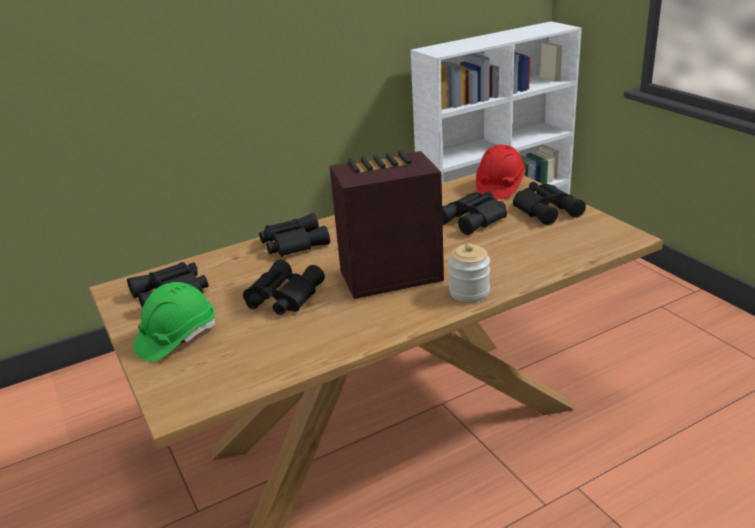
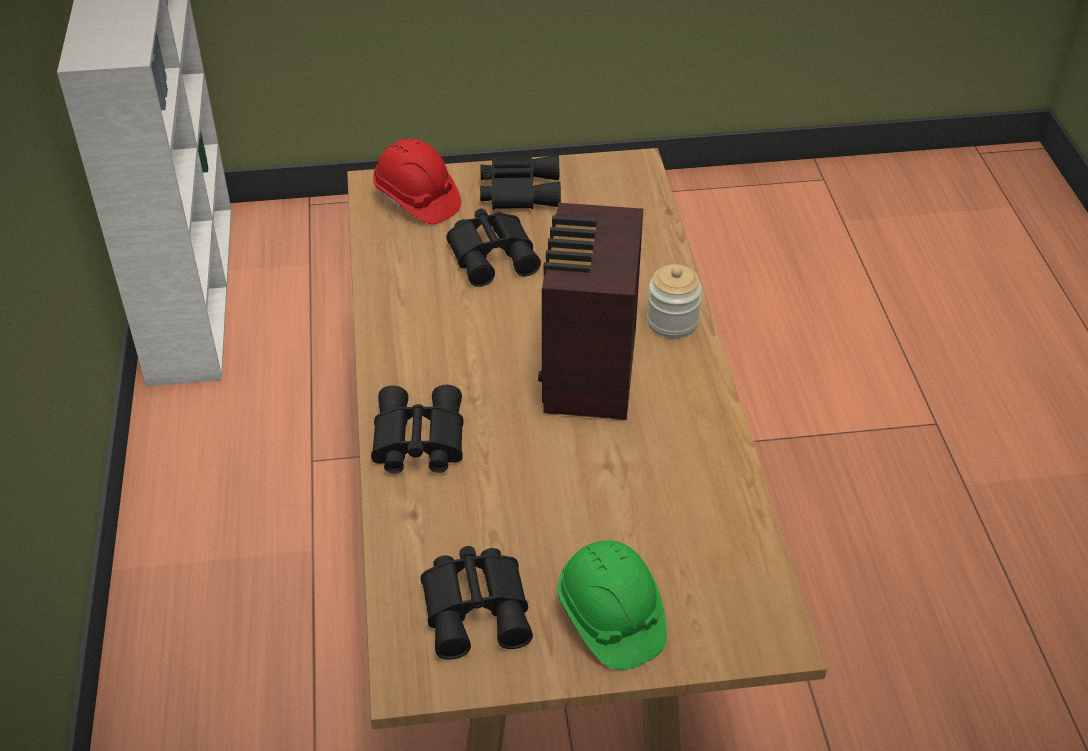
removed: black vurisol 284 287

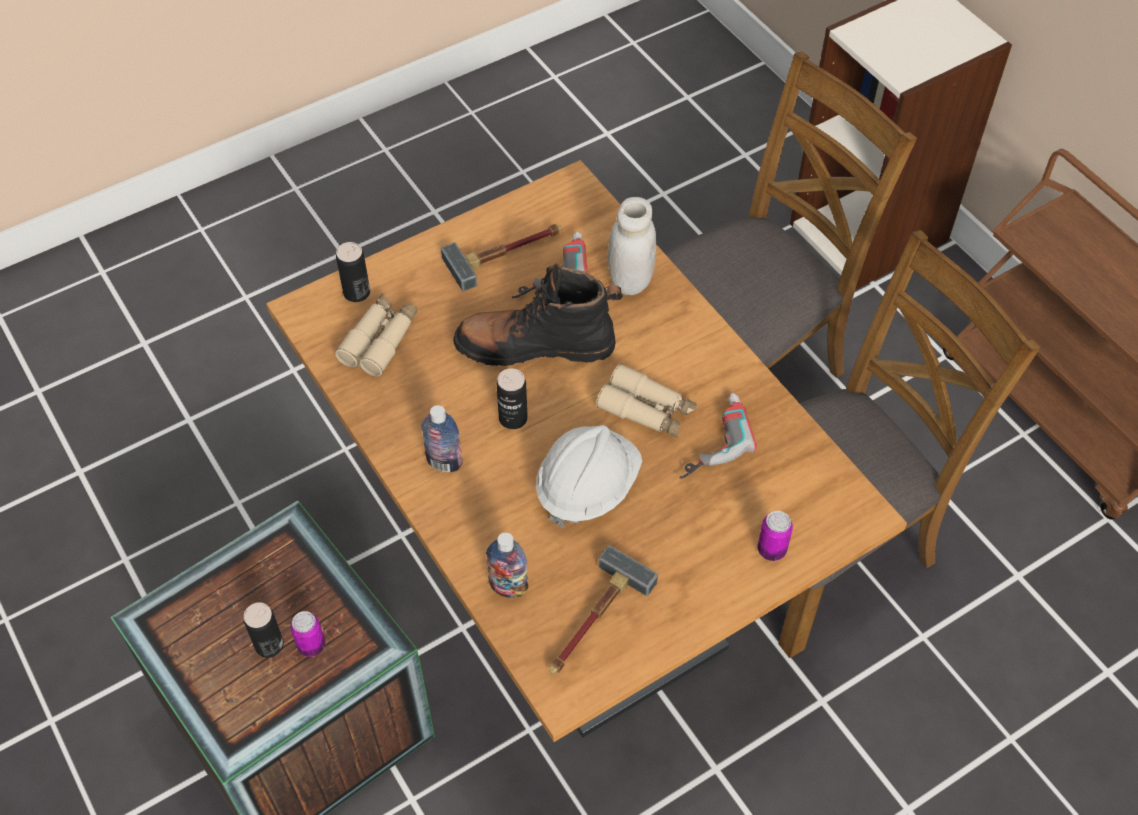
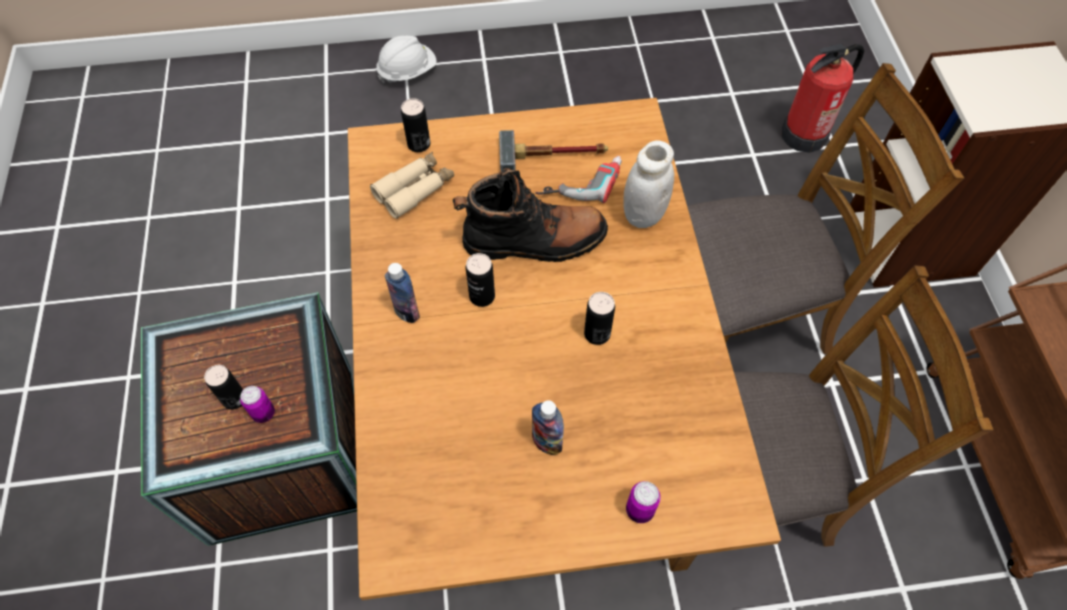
removed: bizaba 604 609; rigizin 718 435
added: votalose 823 98
moved: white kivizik 589 477 to 406 59; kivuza 507 565 to 548 427
replaced: beige vurisol 646 401 to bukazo 599 318
turned: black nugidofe 538 314 = 530 215 150 degrees clockwise

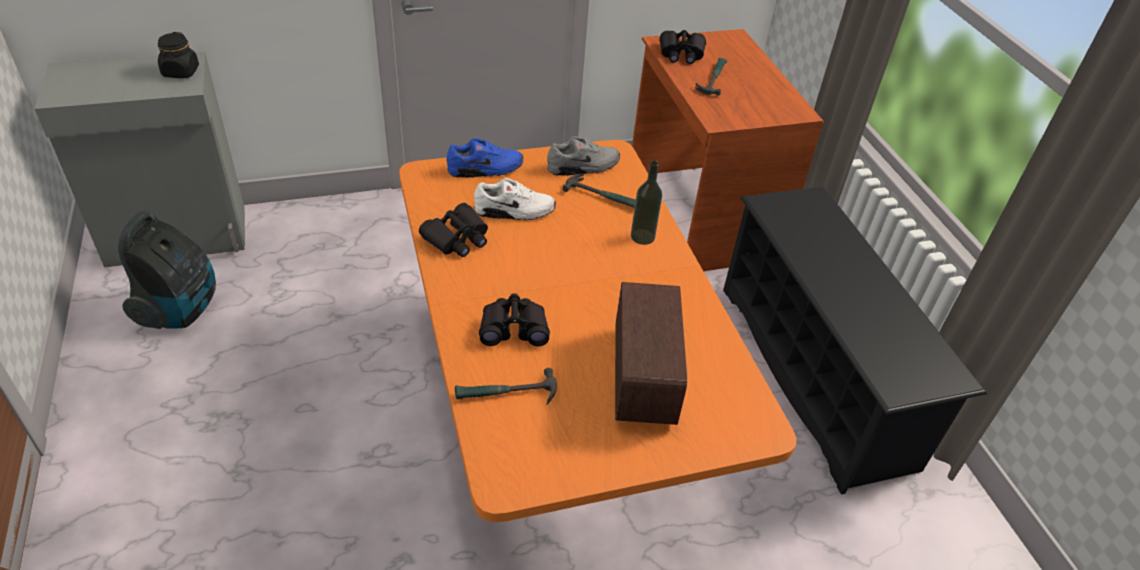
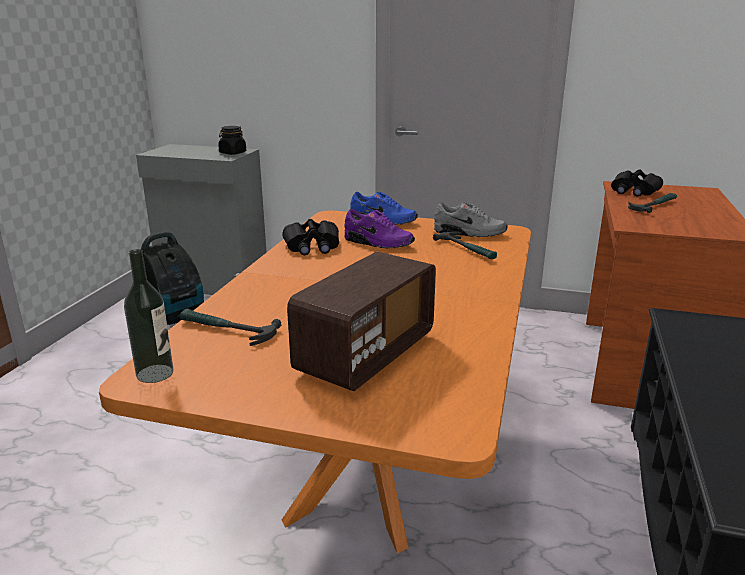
removed: black vurisol 514 319
moved: kivuza 646 203 to 148 316
recoloured: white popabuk 515 199 to purple popabuk 379 228

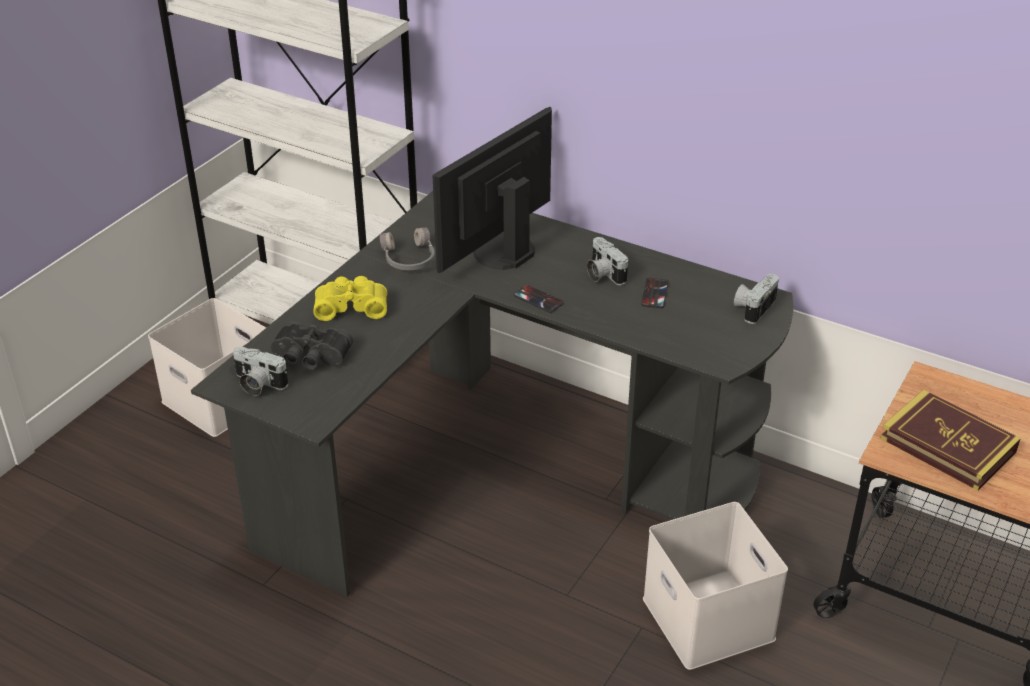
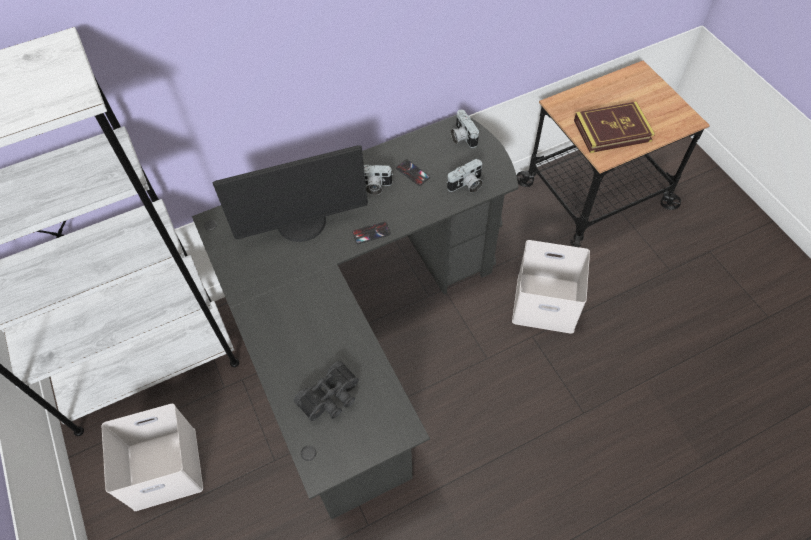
removed: yellow vurisol 350 298; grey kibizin 407 249
moved: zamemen 260 371 to 465 176
turned: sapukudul 492 190 = 290 193 90 degrees counterclockwise

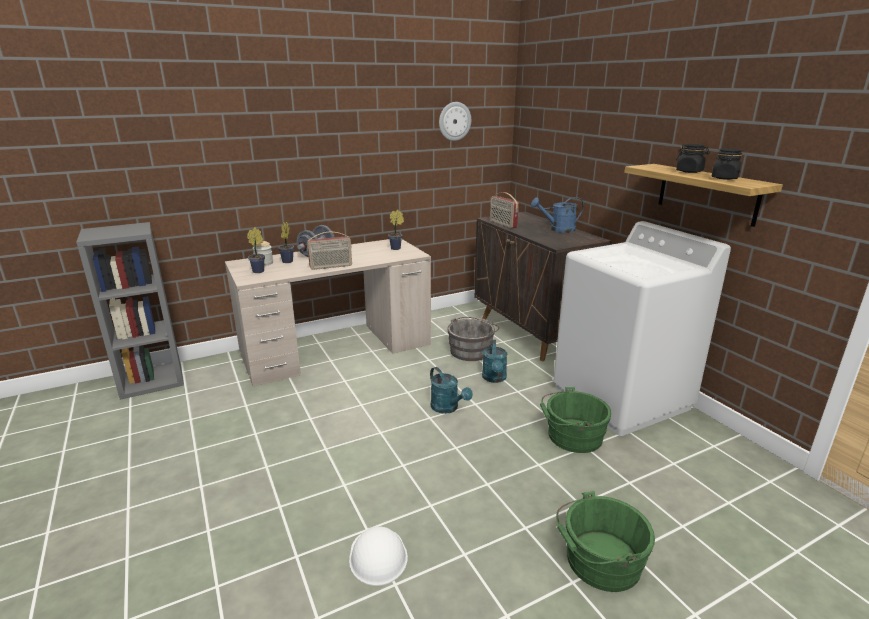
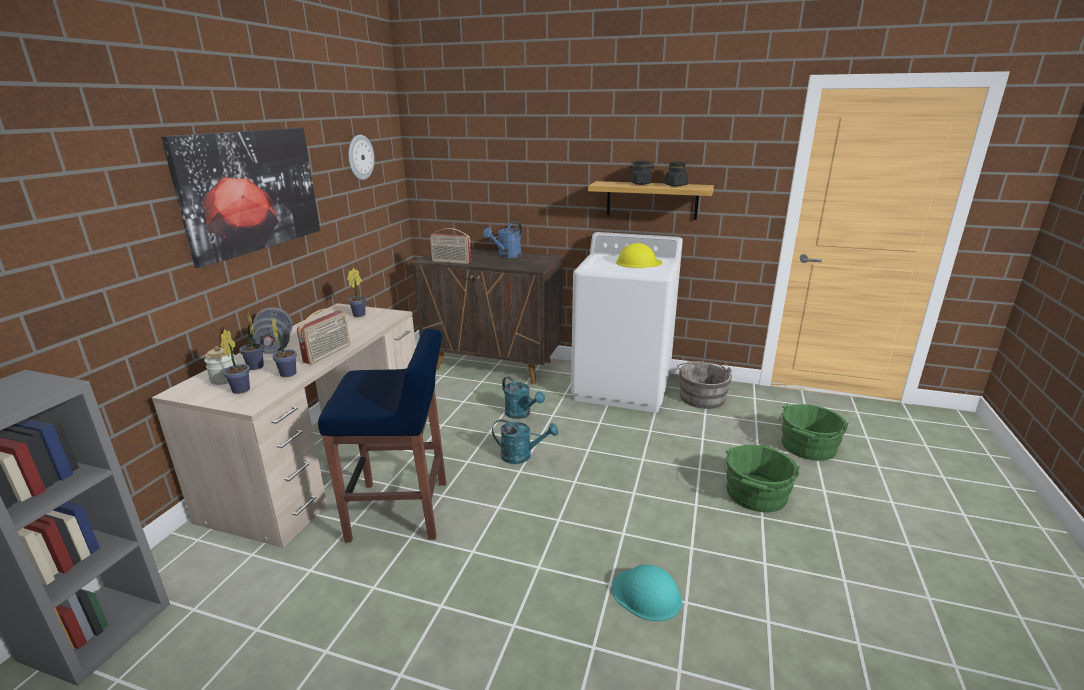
added: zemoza 240 198; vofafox 284 347; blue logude 382 435; yellow kivizik 639 255
moved: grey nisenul 473 339 to 704 385; green nisenul 575 420 to 813 432
recoloured: white kivizik 378 556 to turquoise kivizik 647 592

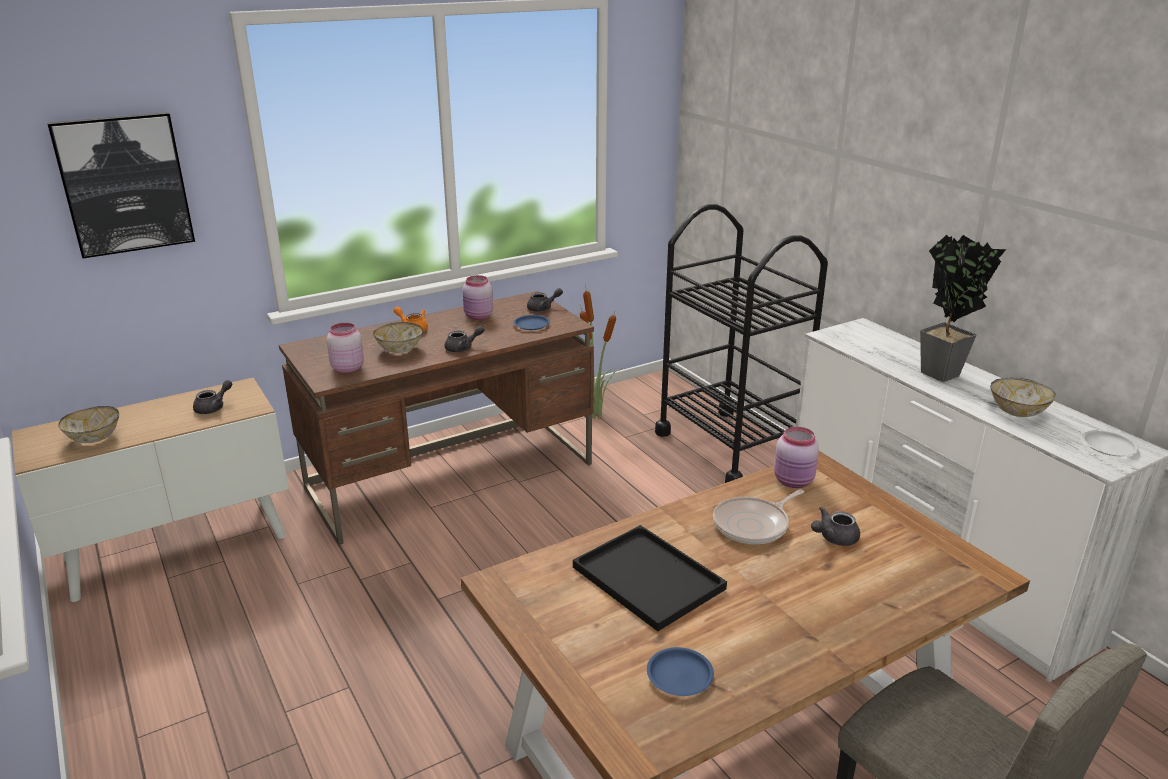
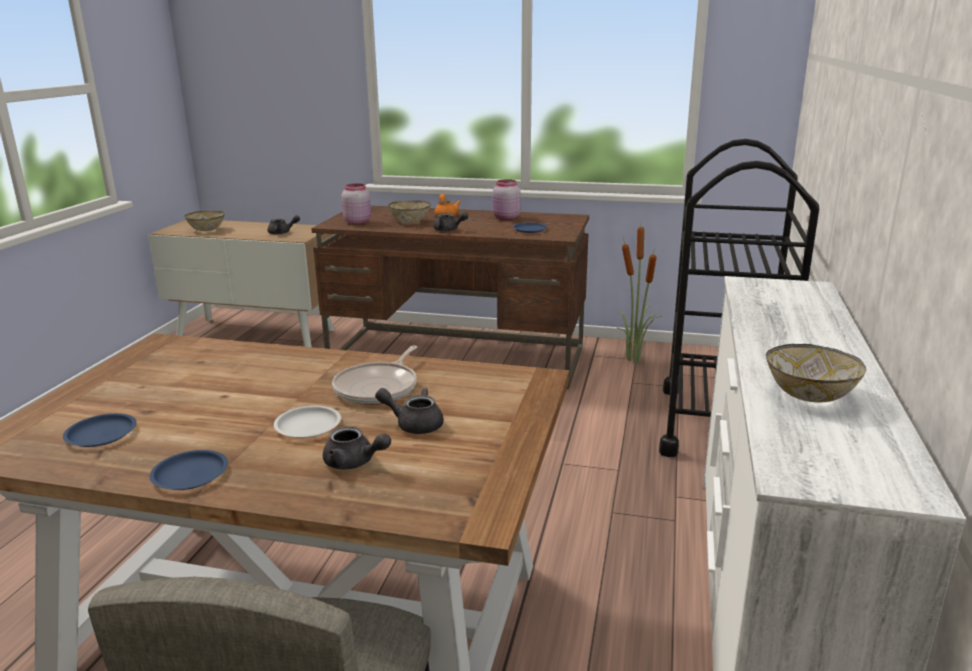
removed: zemoza 121 185; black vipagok 650 578; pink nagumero 796 457; vofafox 963 308
added: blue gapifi 188 470
moved: white gapifi 1110 443 to 307 422; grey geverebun 545 300 to 357 447
turned: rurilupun 758 517 = 374 375 75 degrees counterclockwise

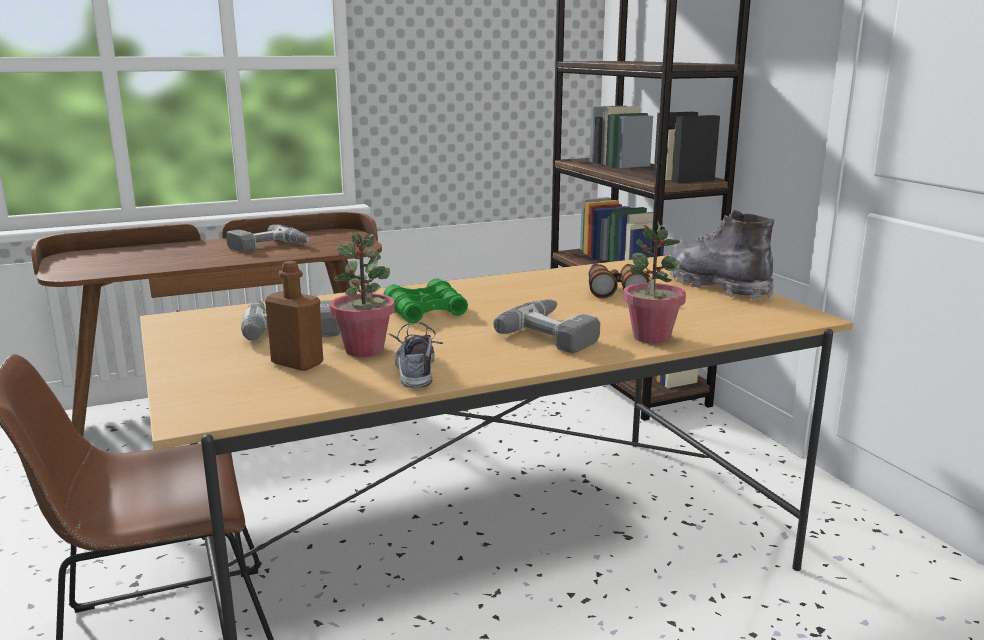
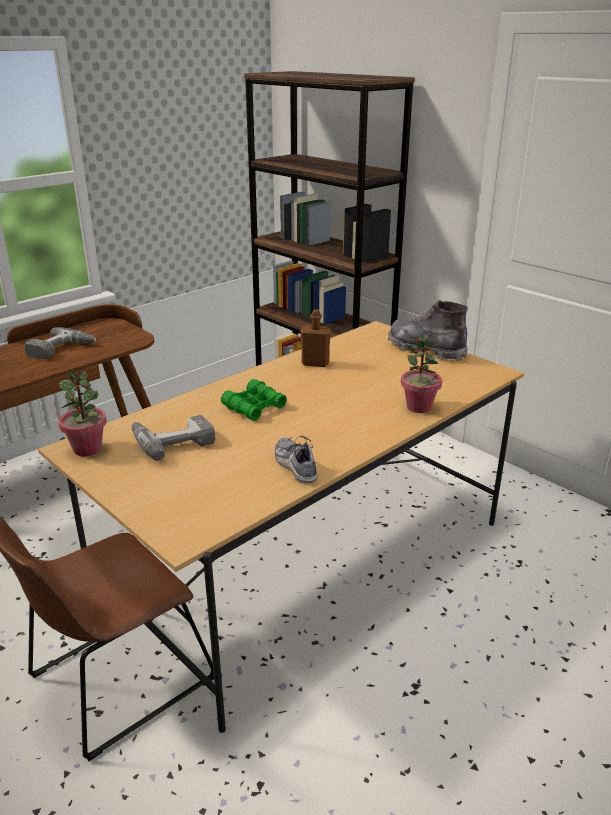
removed: rigizin 546 326; vurisol 619 281
moved: vofafox 362 295 to 82 413; brown kivuza 294 316 to 315 338

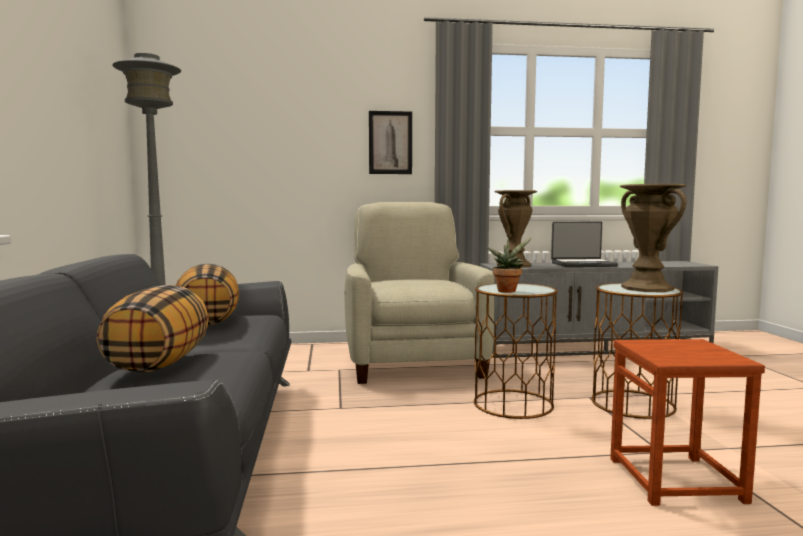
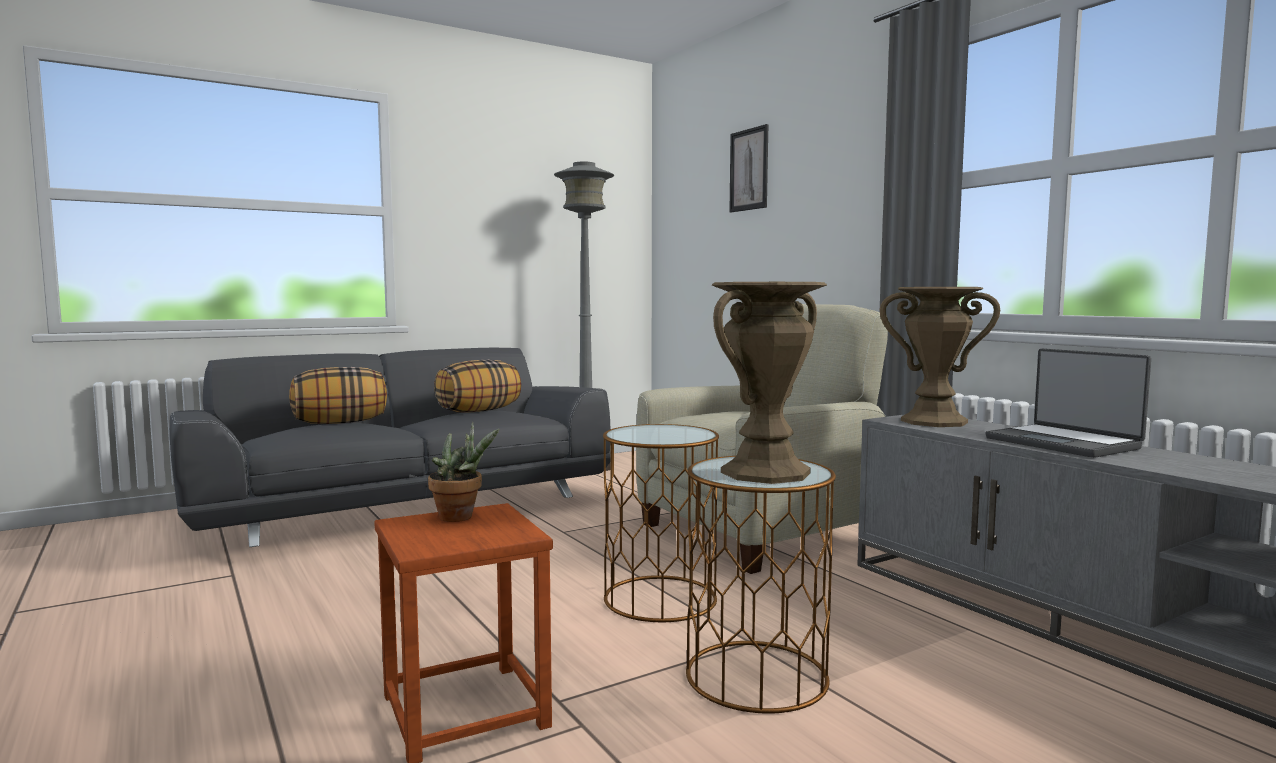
moved: vofafox 509 265 to 464 472; zemoza 390 142 to 748 168

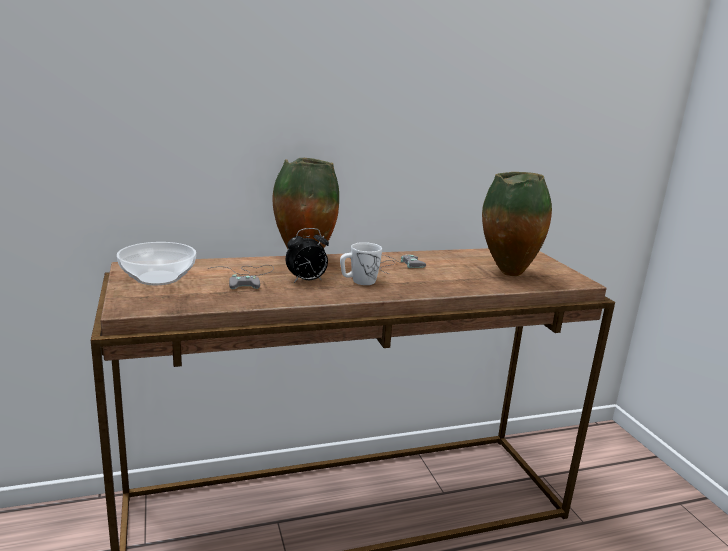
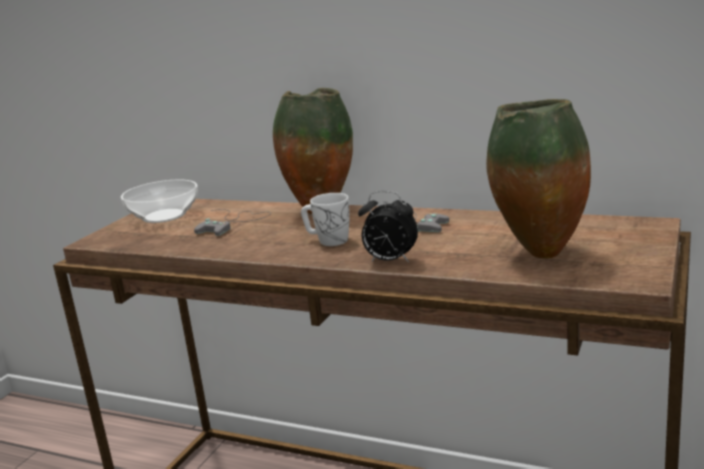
moved: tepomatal 307 255 to 388 227

